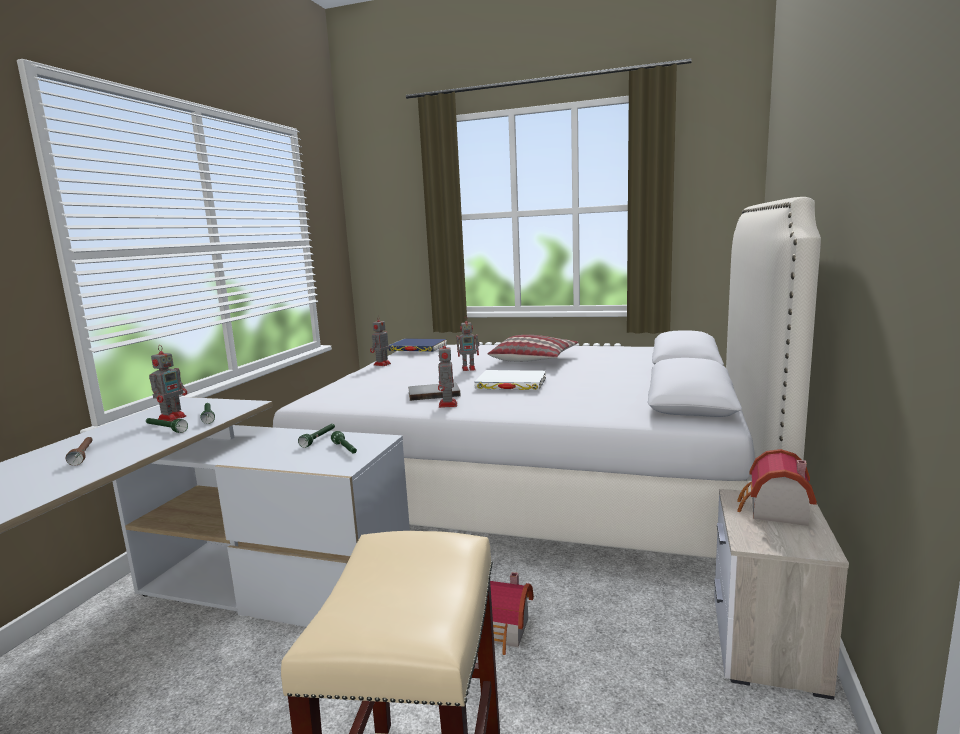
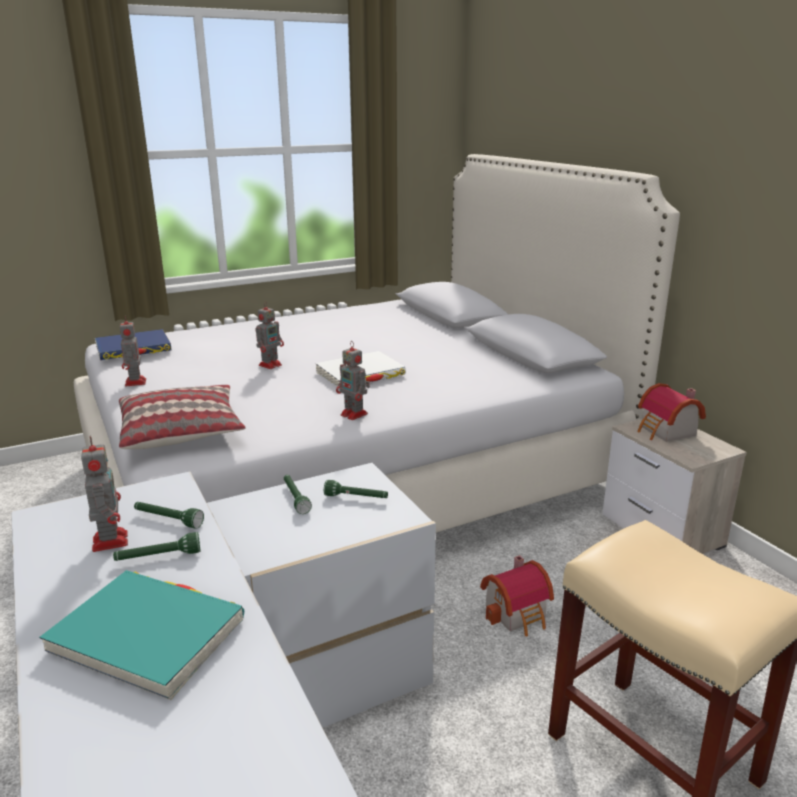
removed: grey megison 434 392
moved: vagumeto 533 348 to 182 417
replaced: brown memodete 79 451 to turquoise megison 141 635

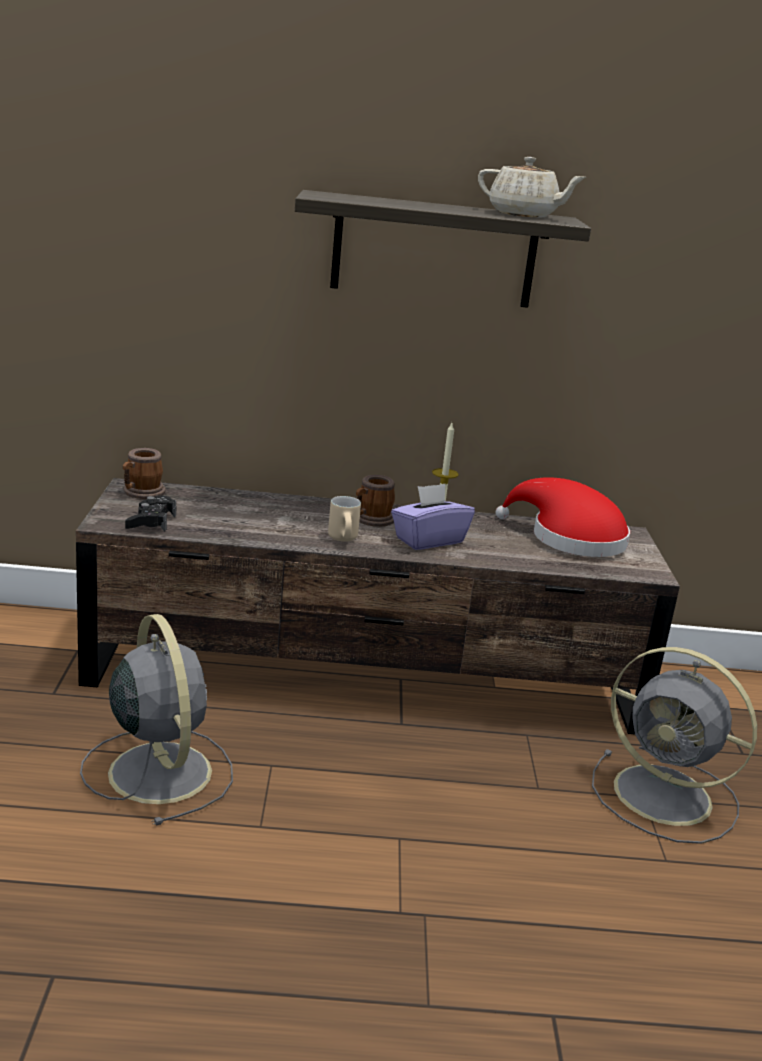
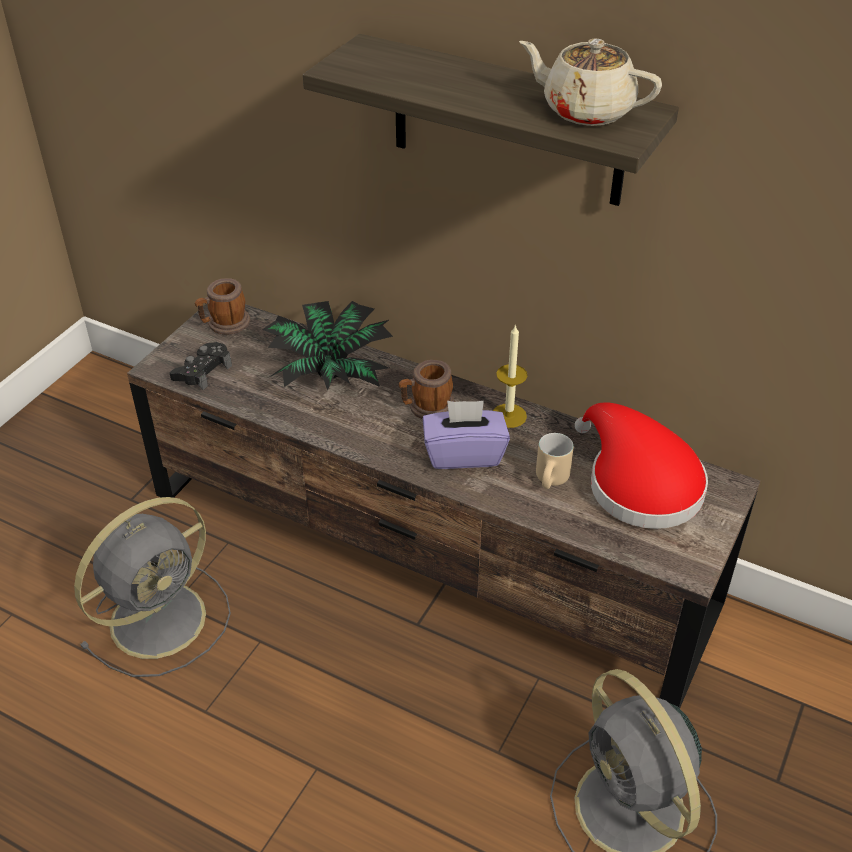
added: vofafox 327 345
moved: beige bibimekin 344 518 to 554 461
turned: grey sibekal 156 720 = 152 587 45 degrees clockwise; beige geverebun 532 187 = 590 82 150 degrees clockwise

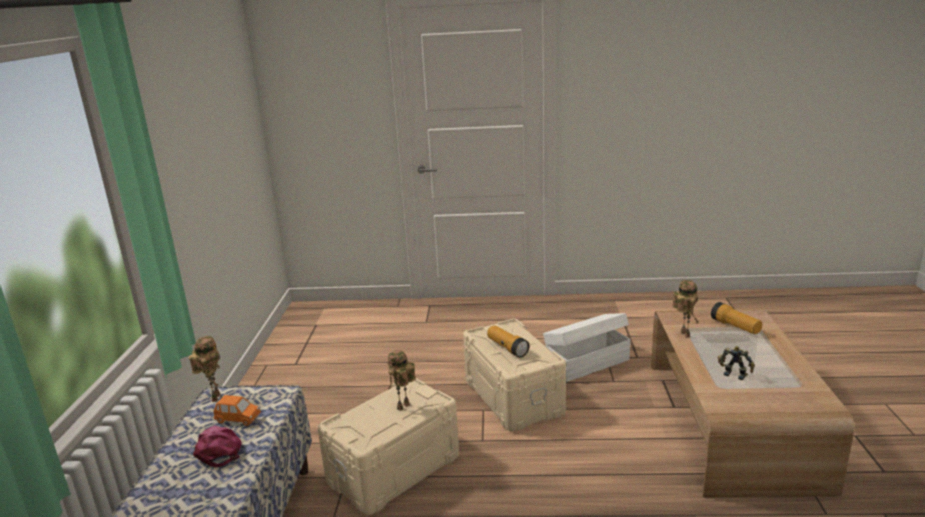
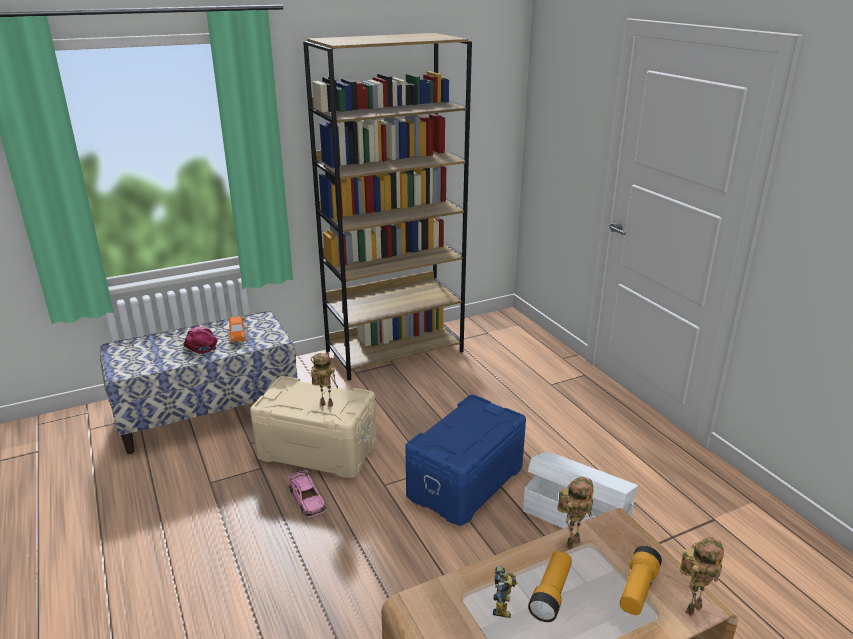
added: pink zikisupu 307 492; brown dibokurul 387 207
moved: memodete 508 341 to 550 586; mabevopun 204 369 to 701 576
recoloured: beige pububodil 514 375 to blue pububodil 465 460
turned: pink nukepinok 217 446 = 200 340 60 degrees counterclockwise

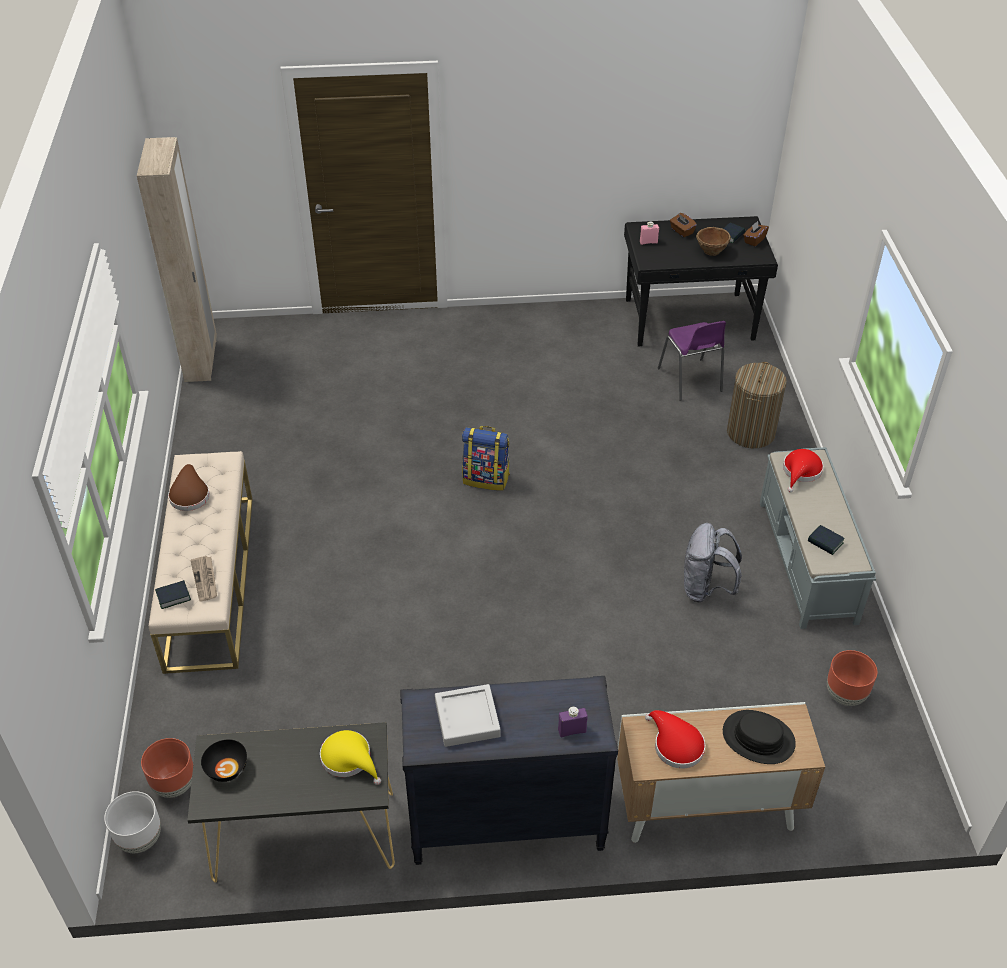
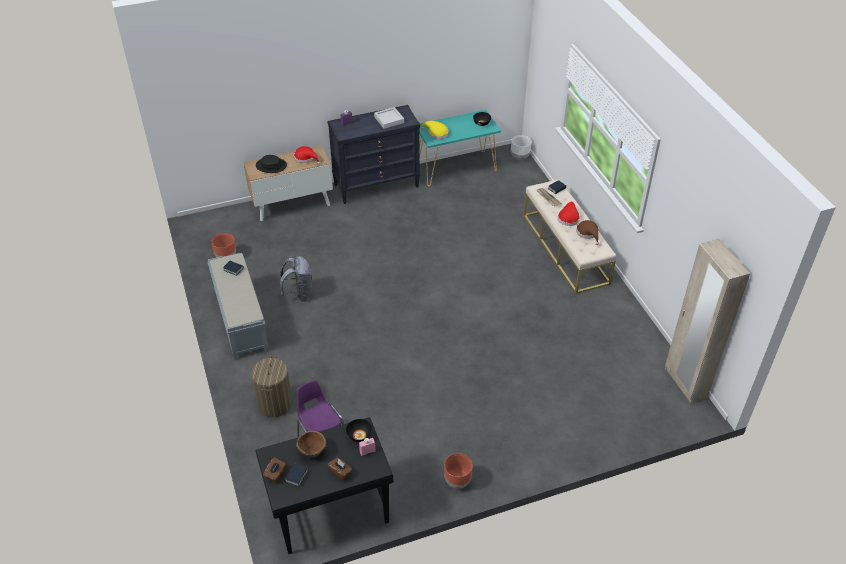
removed: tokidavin 486 458
added: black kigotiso 359 430
moved: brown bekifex 167 768 to 458 471; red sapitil 803 471 to 569 213
recoloured: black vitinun 291 802 to turquoise vitinun 460 148

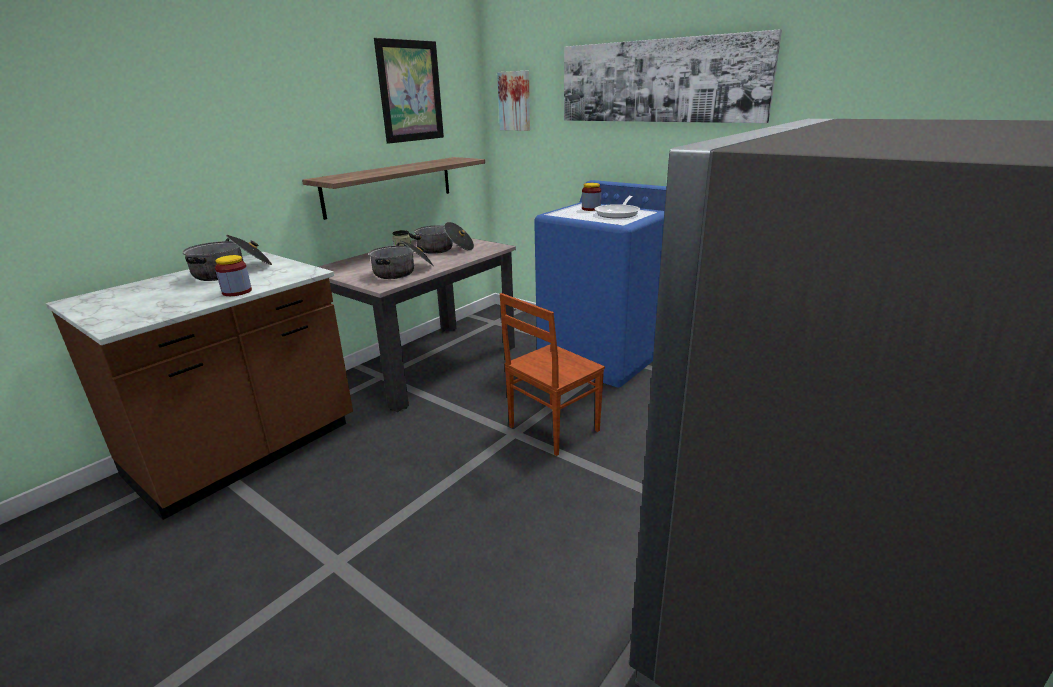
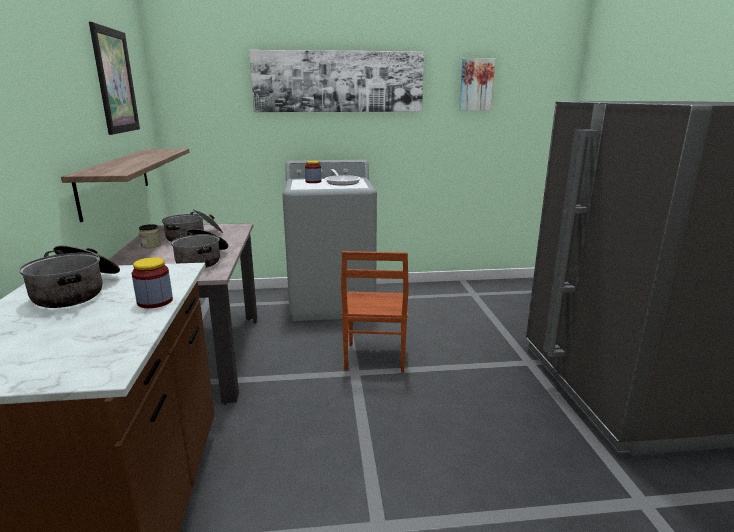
moved: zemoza 513 101 to 477 84
recoloured: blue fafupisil 600 283 to grey fafupisil 329 240

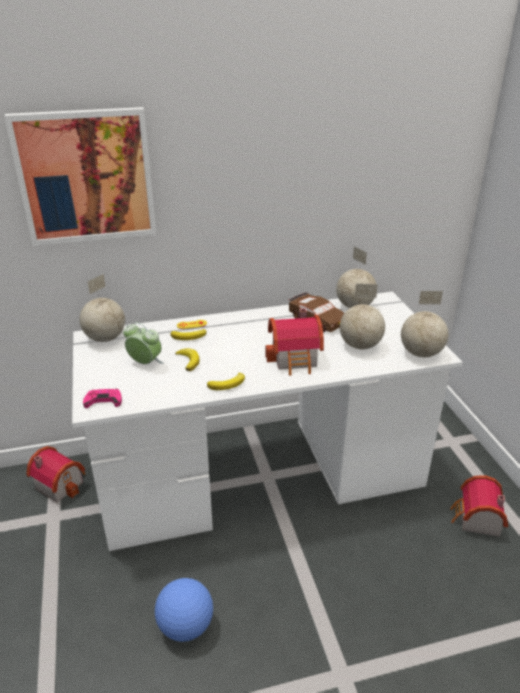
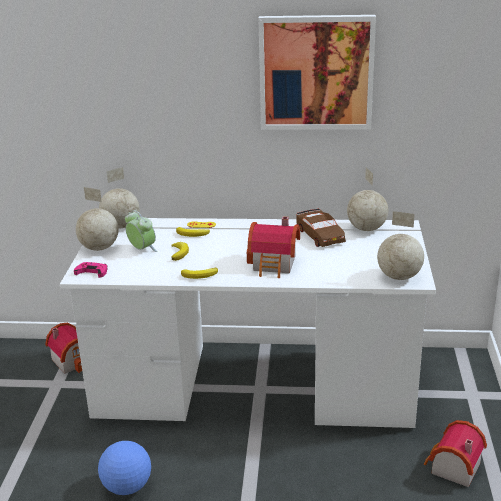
moved: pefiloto 362 316 to 97 219; zemoza 80 176 to 317 72

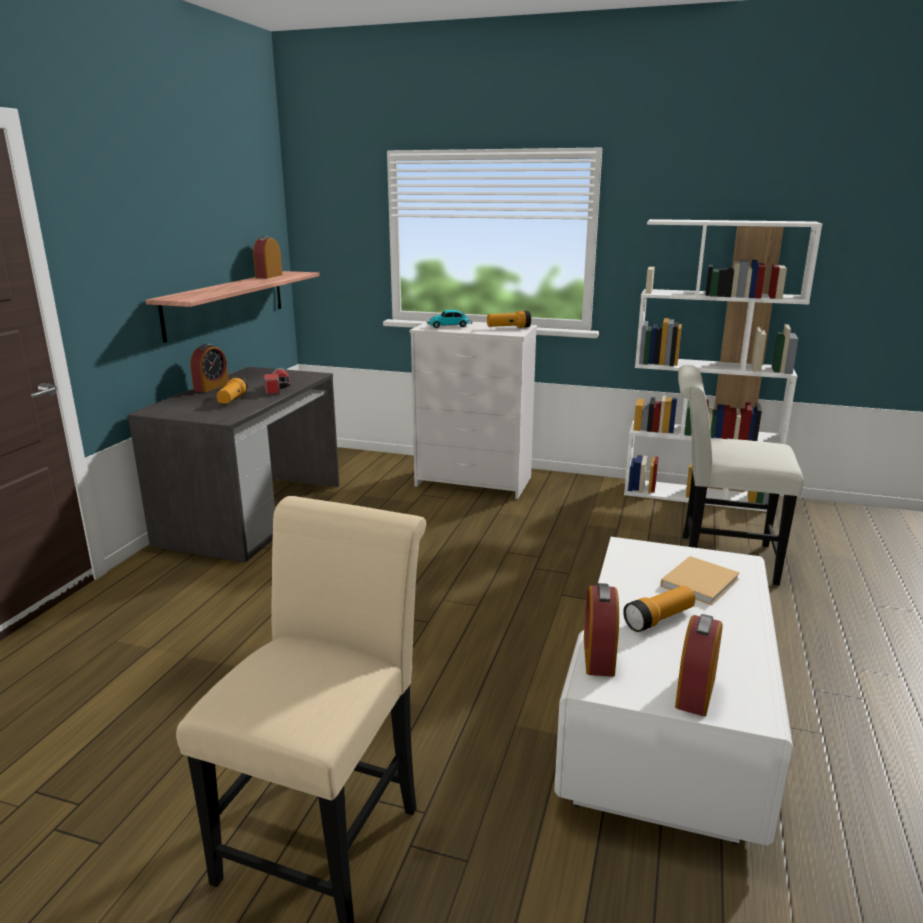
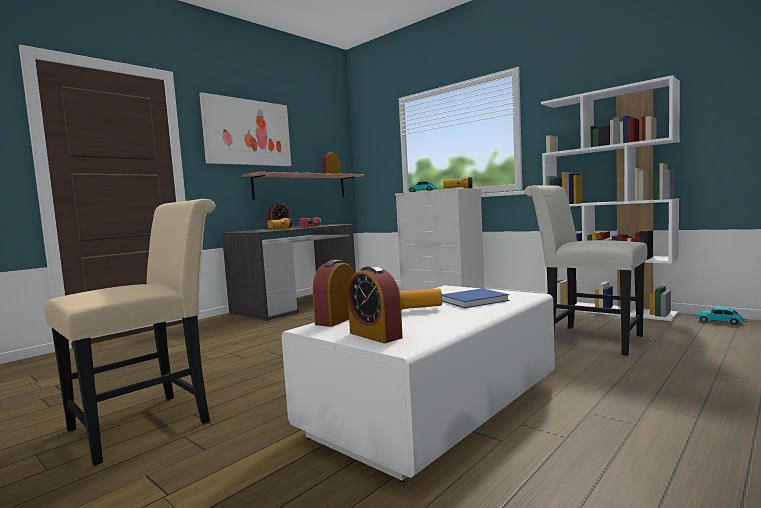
added: zemoza 245 129; zikisupu 721 316
recoloured: beige megison 700 580 to blue megison 476 298
turned: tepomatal 699 665 = 375 304 90 degrees counterclockwise

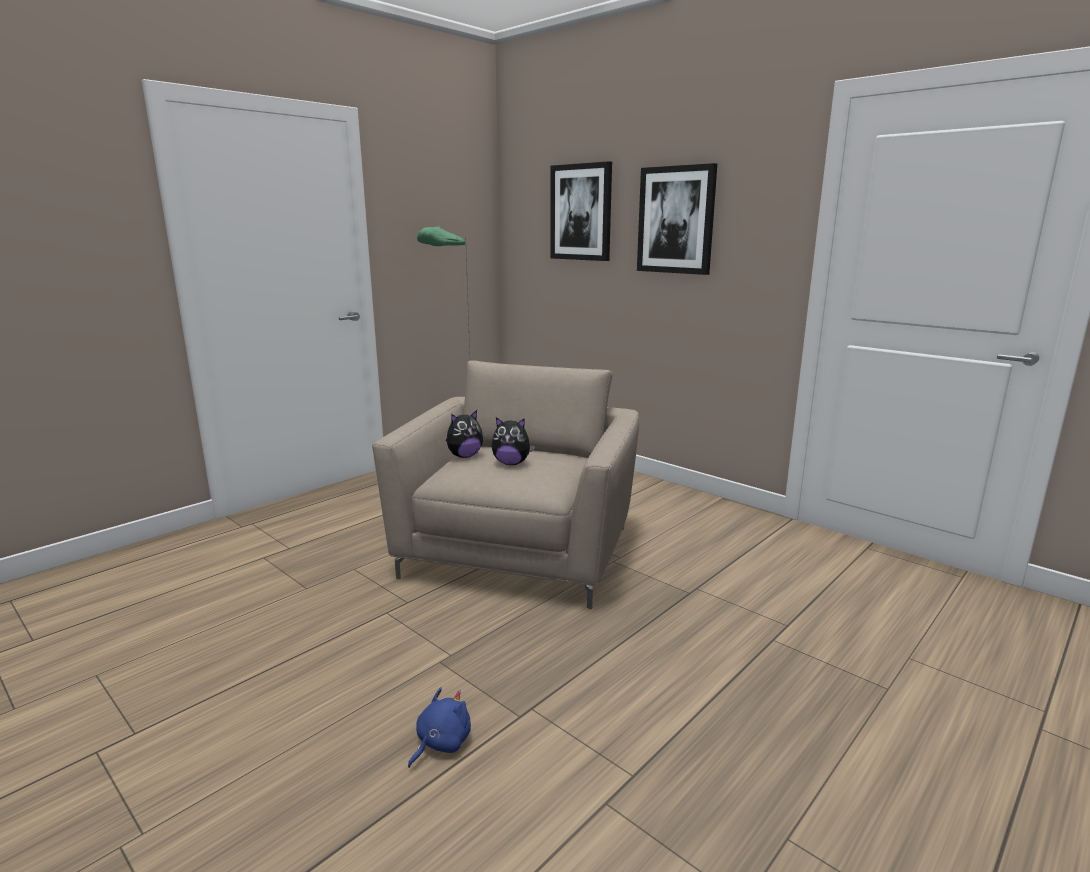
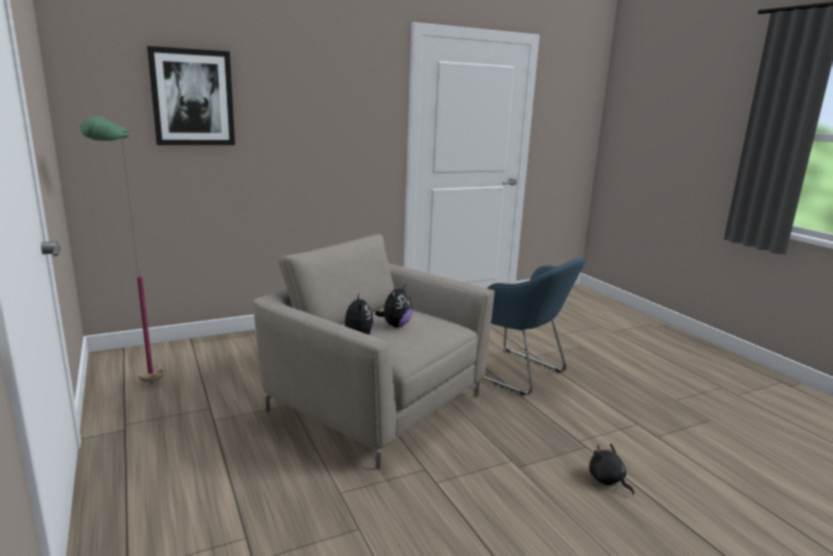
removed: zemoza 677 219
added: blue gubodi 534 326
recoloured: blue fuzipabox 439 727 to black fuzipabox 611 469

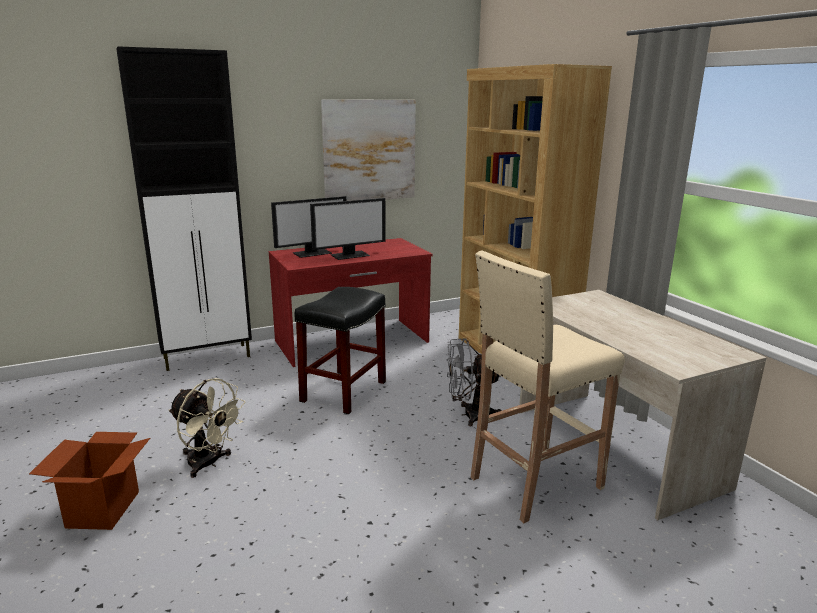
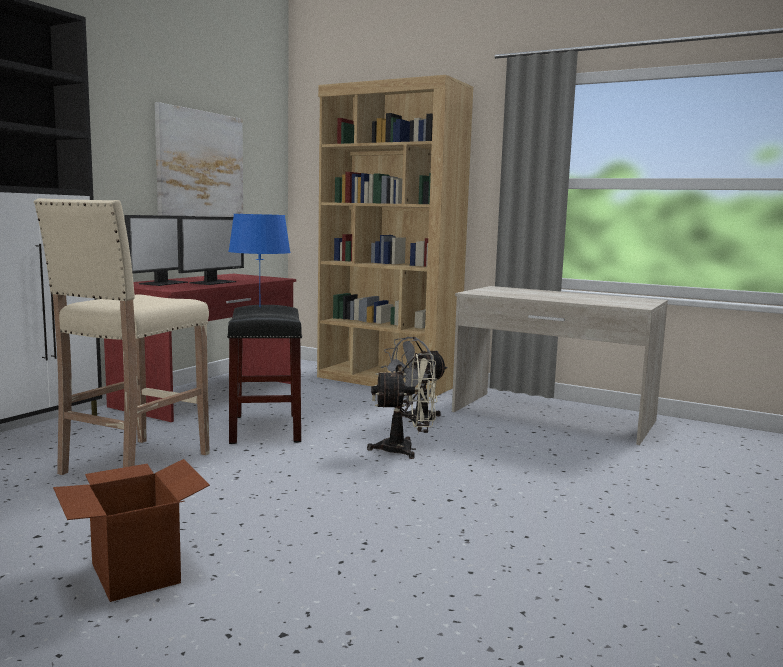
added: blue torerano 259 251
moved: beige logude 547 387 to 122 336; beige sibekal 207 428 to 402 406

